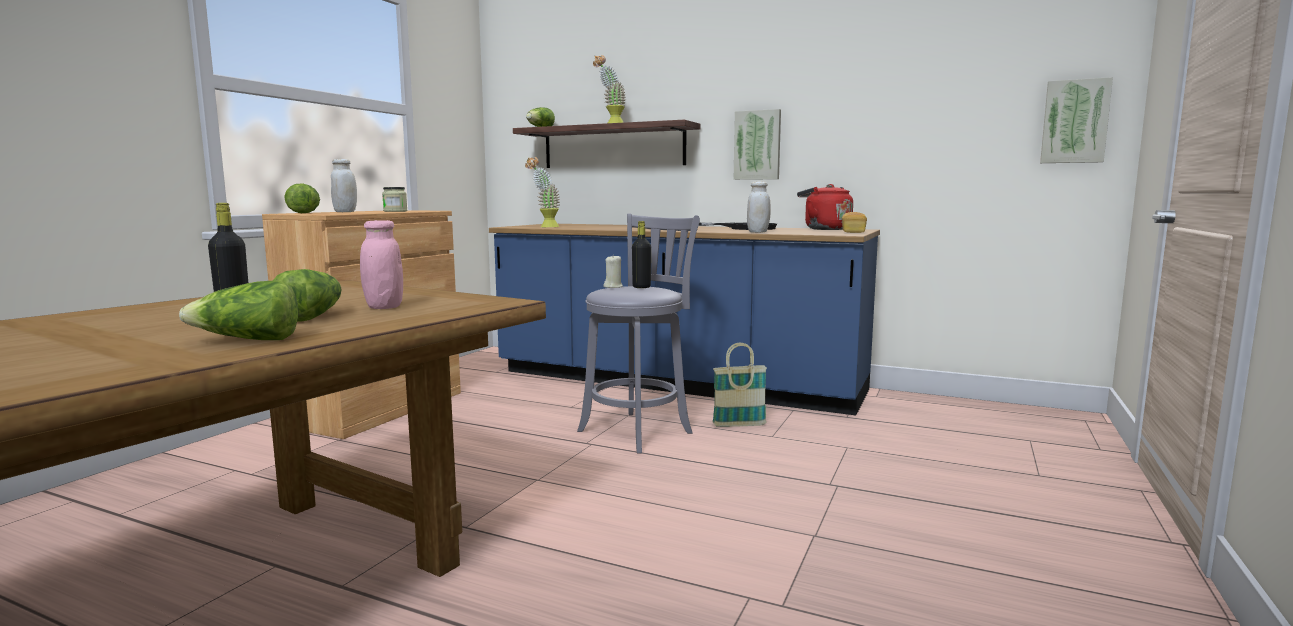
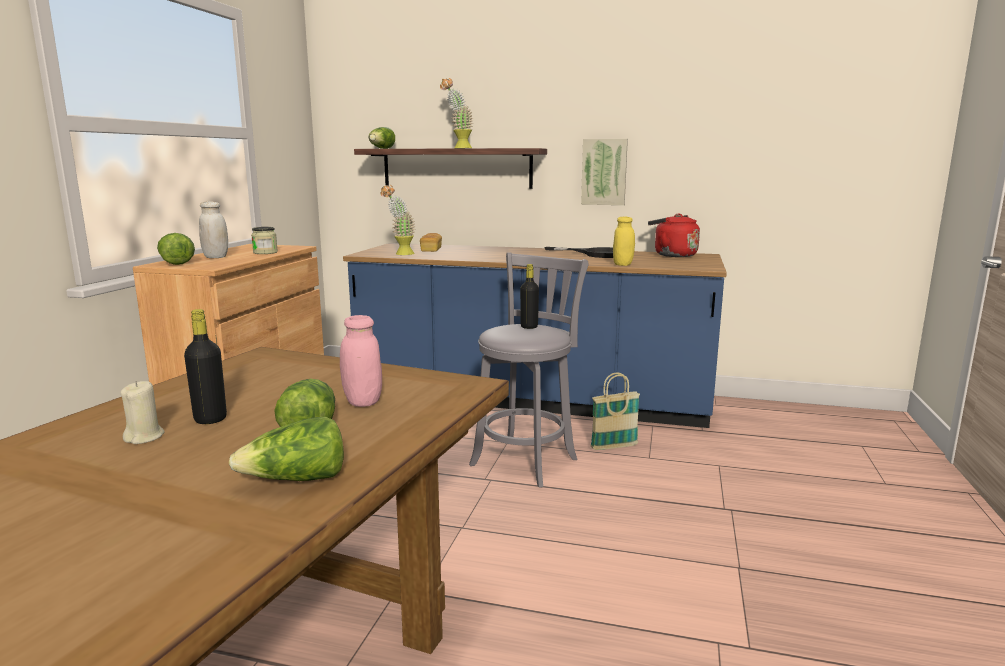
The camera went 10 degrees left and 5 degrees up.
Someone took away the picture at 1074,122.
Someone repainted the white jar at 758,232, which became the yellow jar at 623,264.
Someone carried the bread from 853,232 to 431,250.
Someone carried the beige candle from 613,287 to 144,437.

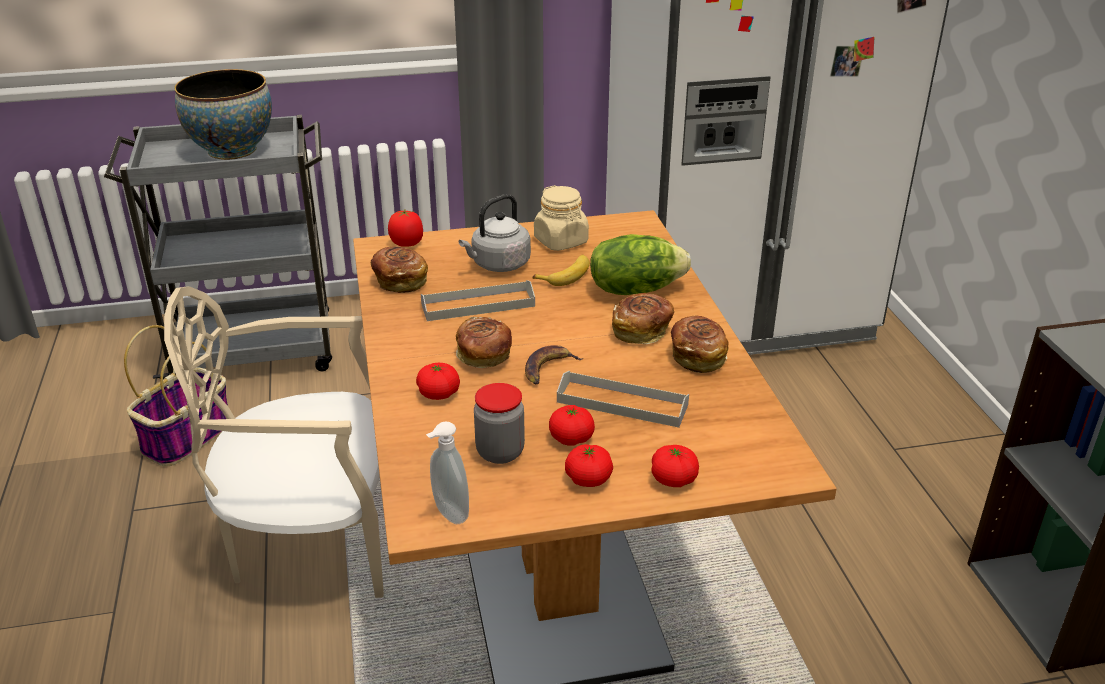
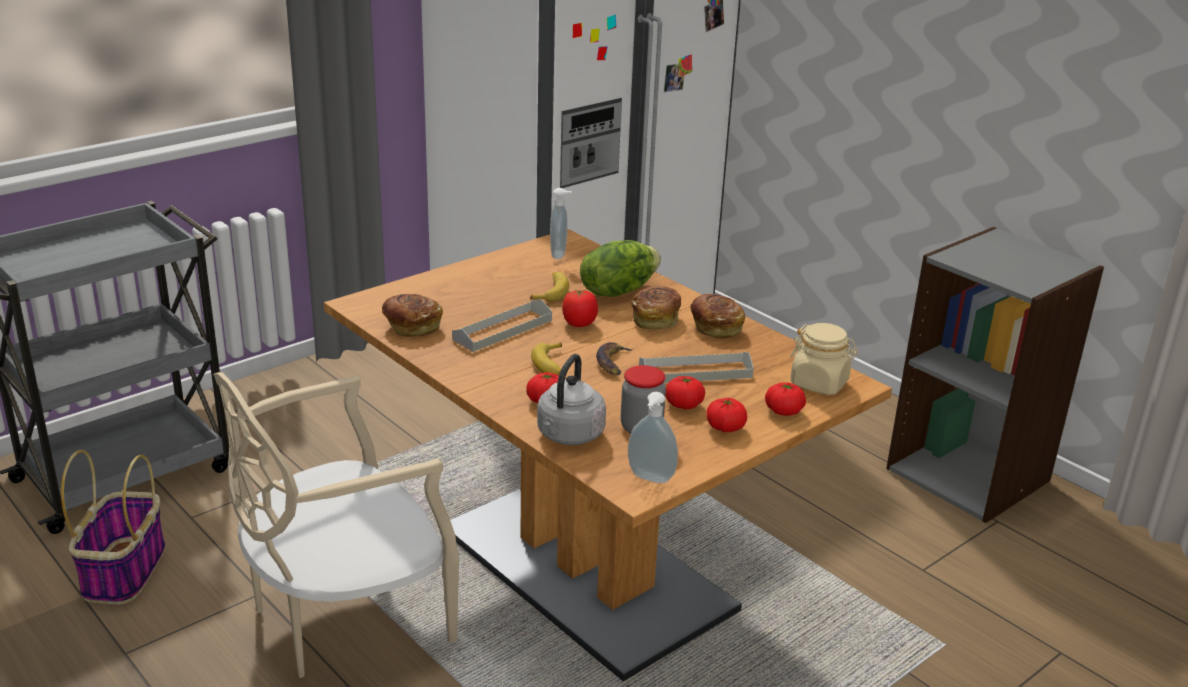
The camera went 30 degrees left and 5 degrees down.
Someone took away the bowl at 232,150.
Someone carried the beige jar from 561,241 to 819,383.
Someone carried the grey kettle from 498,265 to 569,436.
Someone carried the tomato from 407,243 to 579,324.
Someone swapped the bread at 484,356 for the banana at 552,366.
Someone put down the soap dispenser at 560,255.

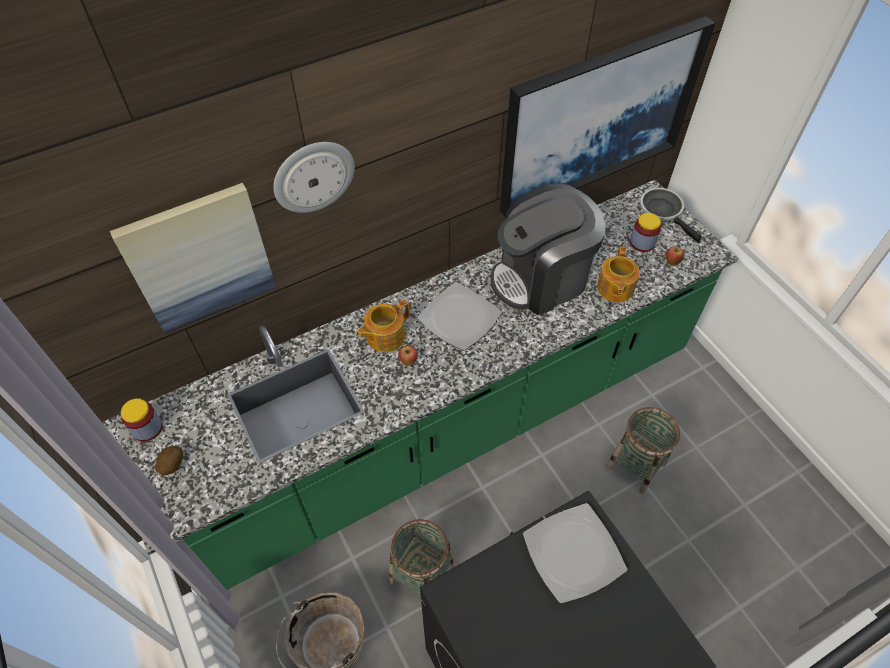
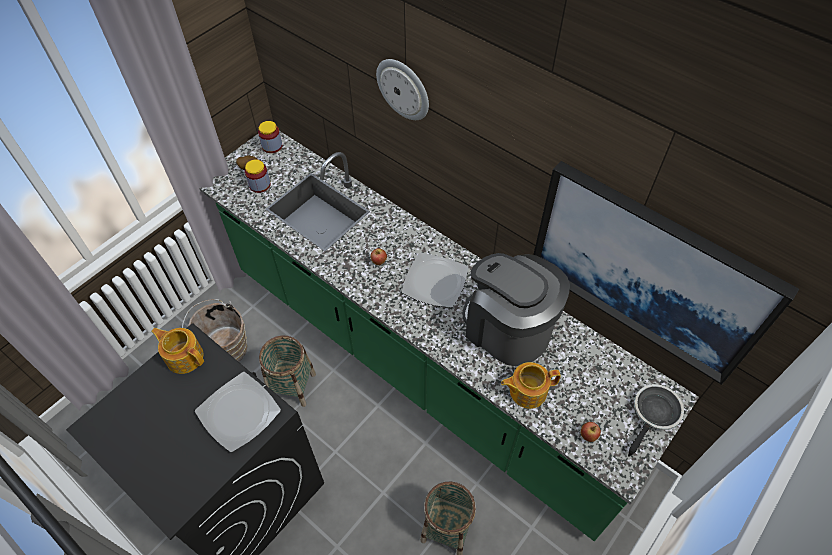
The camera went 70 degrees right and 0 degrees up.
Someone took away the picture at 200,258.
Someone carried the jar from 642,242 to 260,185.
Someone carried the teapot from 384,336 to 184,356.

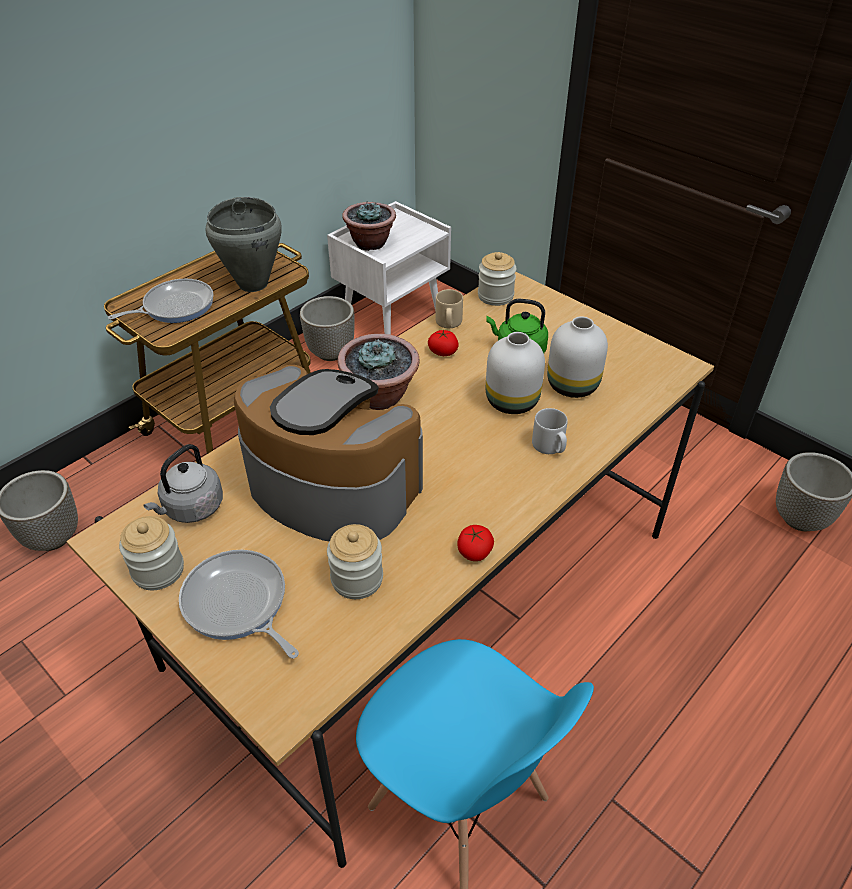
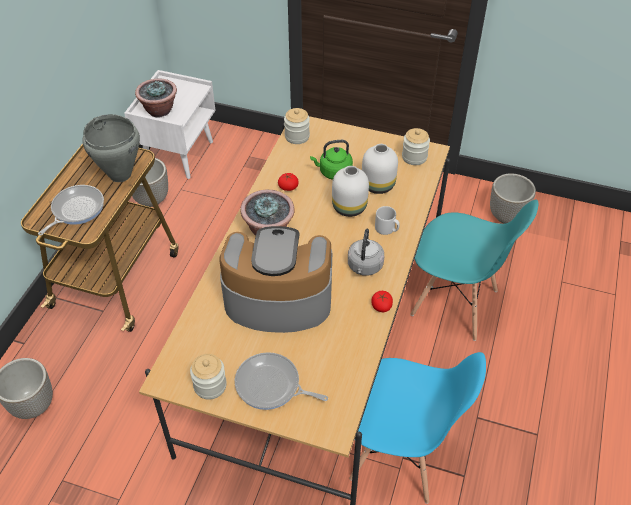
The camera went 25 degrees left and 5 degrees up.
Someone took away the beige mug at 448,323.
Someone carried the grey kettle from 191,508 to 364,267.
Someone carried the jar from 357,579 to 414,157.
Someone put down the turquoise chair at 455,304.

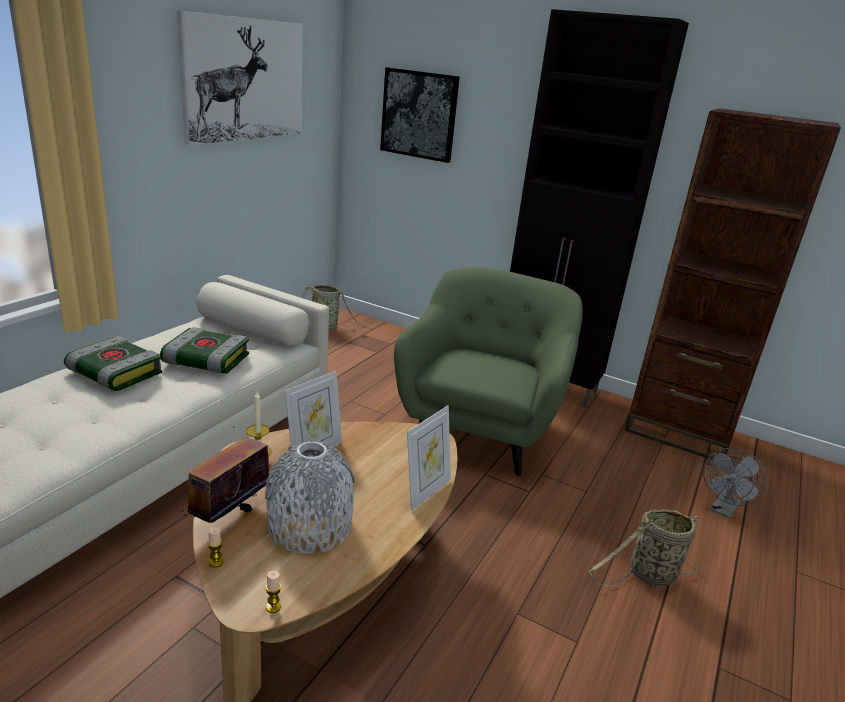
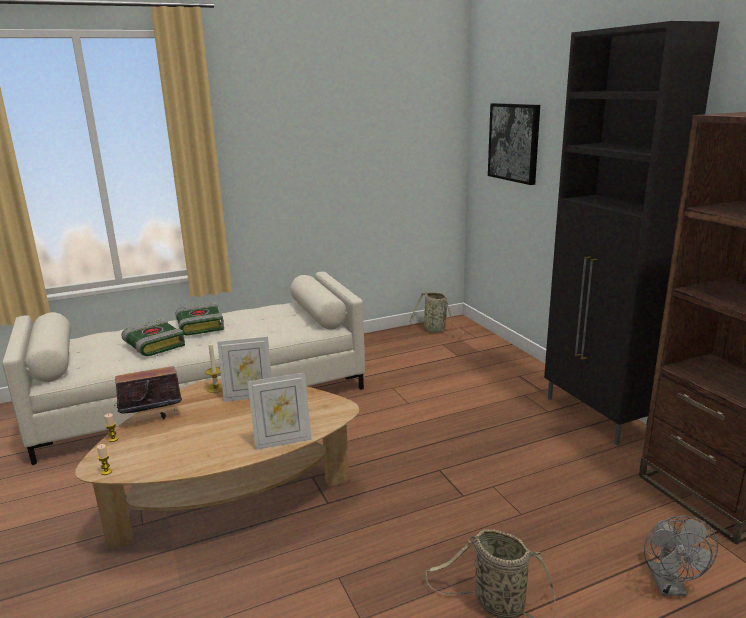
The camera went 40 degrees right and 5 degrees down.
Someone took away the picture at 245,80.
Someone took away the green armchair at 480,430.
Someone carried the book from 205,360 to 153,345.
Someone took away the grey vase at 309,525.
Someone rotated the grey fan at 723,510 by 75 degrees counterclockwise.

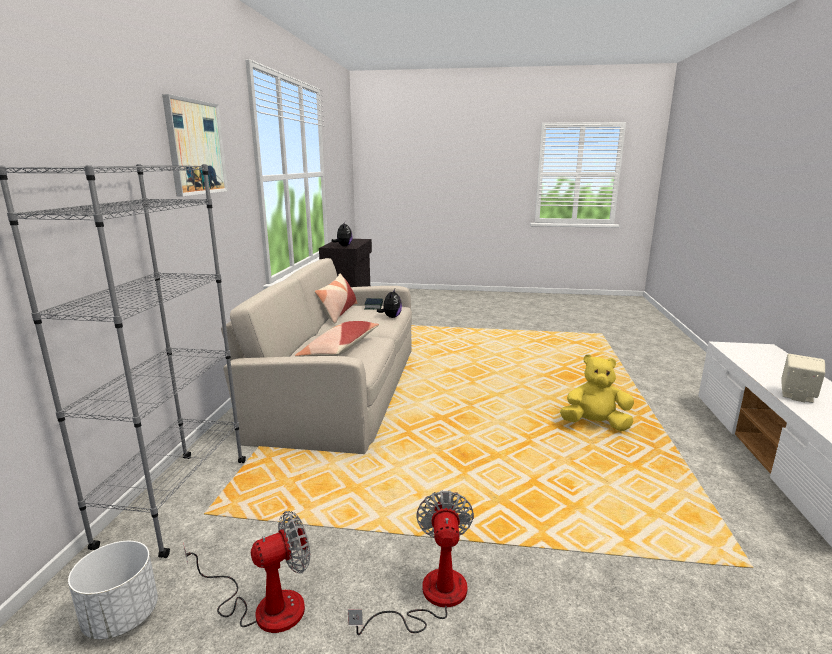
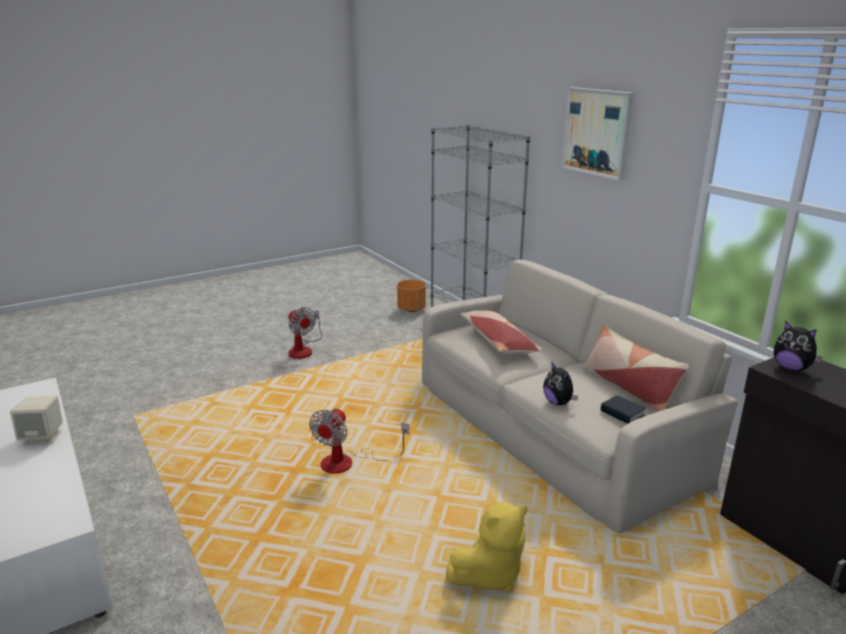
The camera went 140 degrees right and 5 degrees up.
Someone carried the yellow plush toy from 595,424 to 490,574.
Someone carried the fan from 264,606 to 348,462.
Someone repainted the white planter at 121,617, which became the orange planter at 411,309.

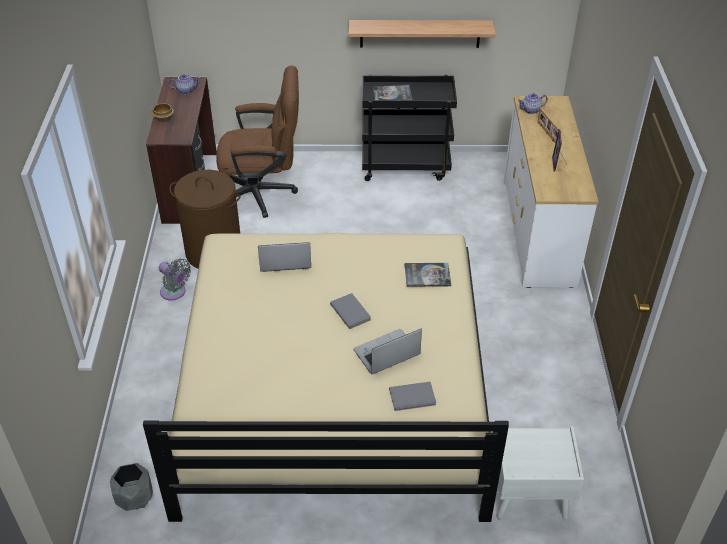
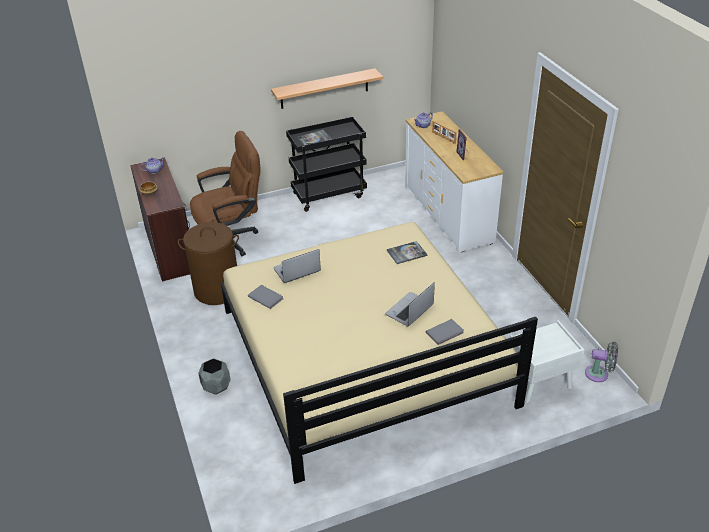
The camera went 20 degrees left and 5 degrees down.
Someone carried the grey fan from 175,292 to 599,374.
Someone carried the grey book from 351,311 to 266,297.
Someone carried the grey planter from 135,497 to 216,386.

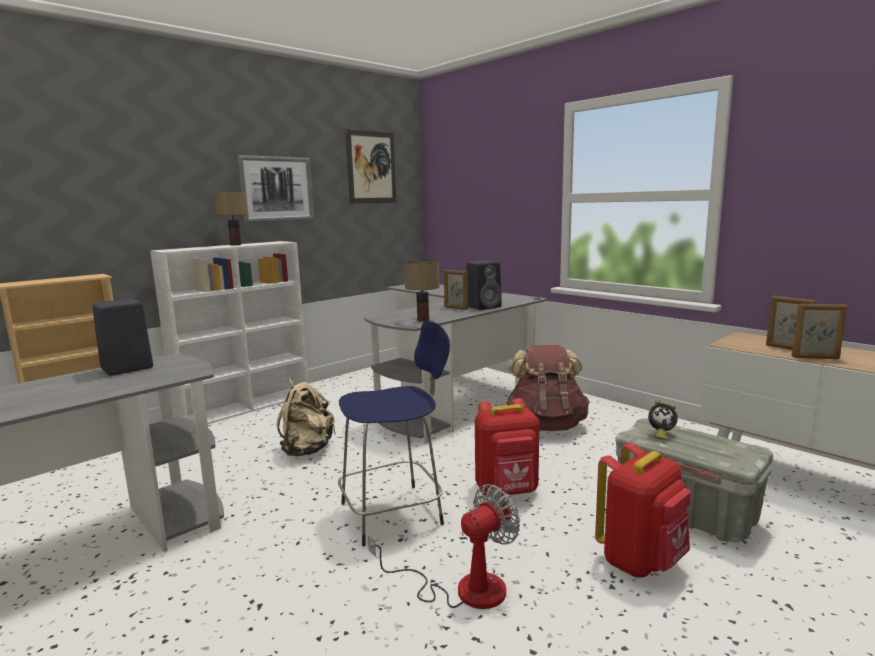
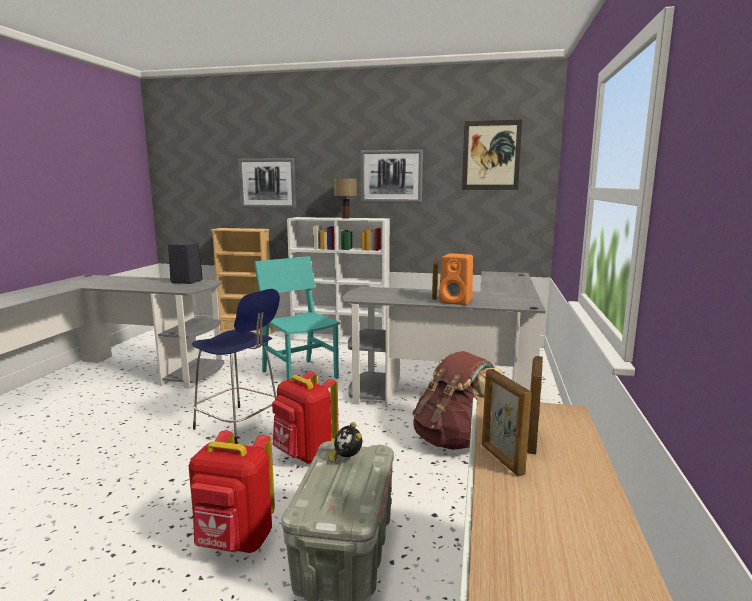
The camera went 55 degrees right and 0 degrees up.
Someone took away the table lamp at 422,320.
Someone repainted the black speaker at 484,307, which became the orange speaker at 457,301.
Someone swapped the beige backpack at 307,450 for the turquoise chair at 300,374.
Someone took away the fan at 463,589.
Someone put up the picture at 267,183.

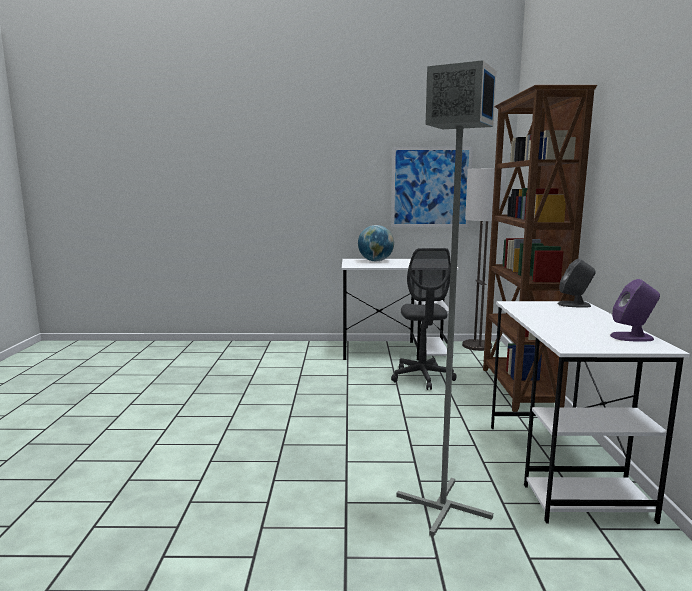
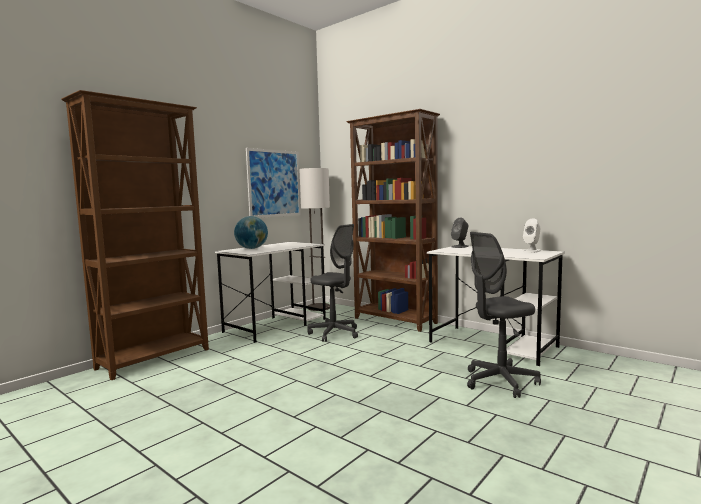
The camera went 50 degrees left and 5 degrees down.
Someone swapped the grey floor lamp at 441,506 for the grey office chair at 500,382.
Someone repainted the purple speaker at 632,337, which became the white speaker at 532,251.
Someone put down the brown bookcase at 155,359.

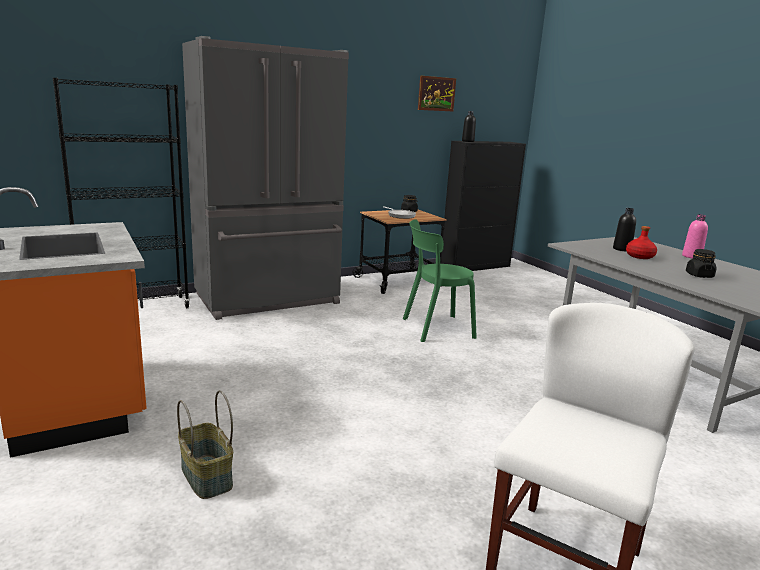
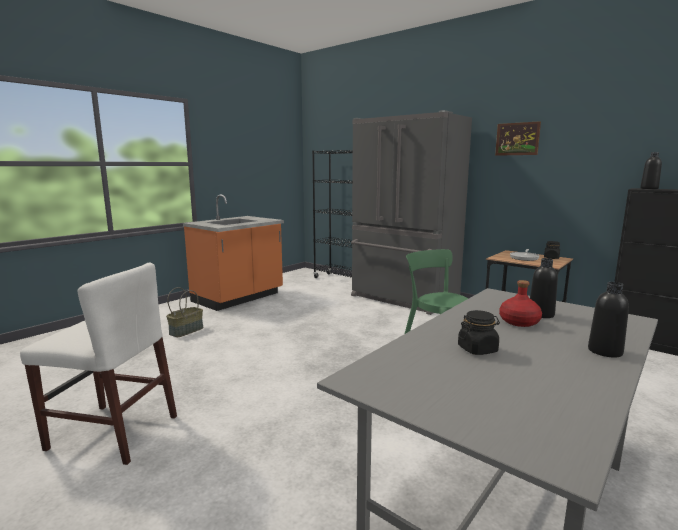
The camera went 70 degrees right and 5 degrees down.
Someone carried the picture from 436,93 to 517,139.
Someone repainted the pink bottle at 691,256, which became the black bottle at 605,351.

